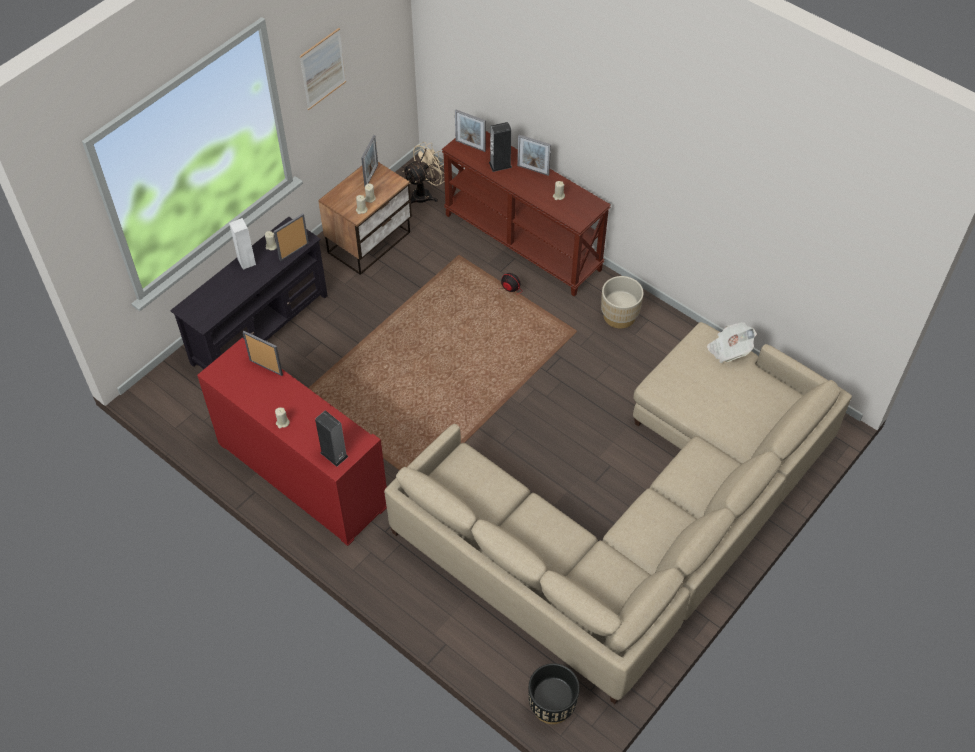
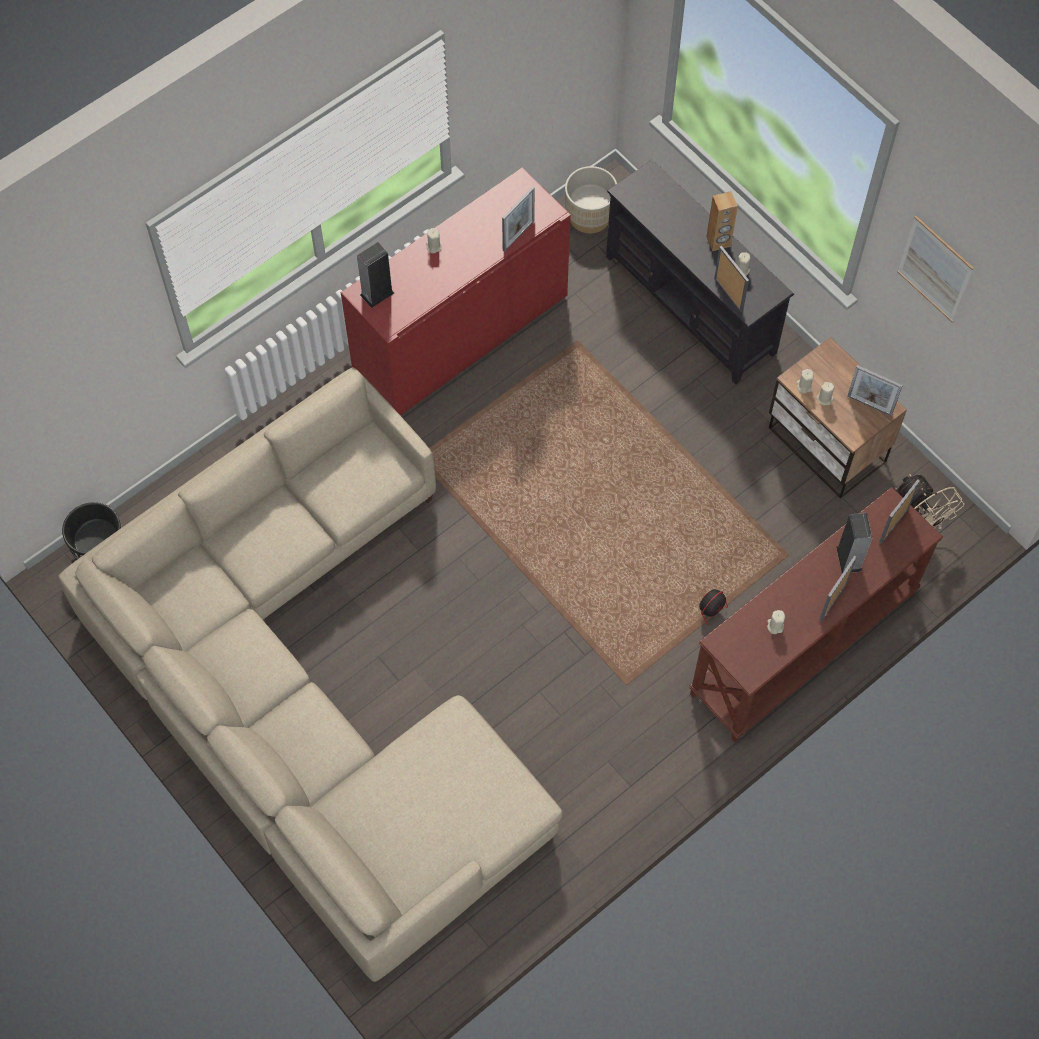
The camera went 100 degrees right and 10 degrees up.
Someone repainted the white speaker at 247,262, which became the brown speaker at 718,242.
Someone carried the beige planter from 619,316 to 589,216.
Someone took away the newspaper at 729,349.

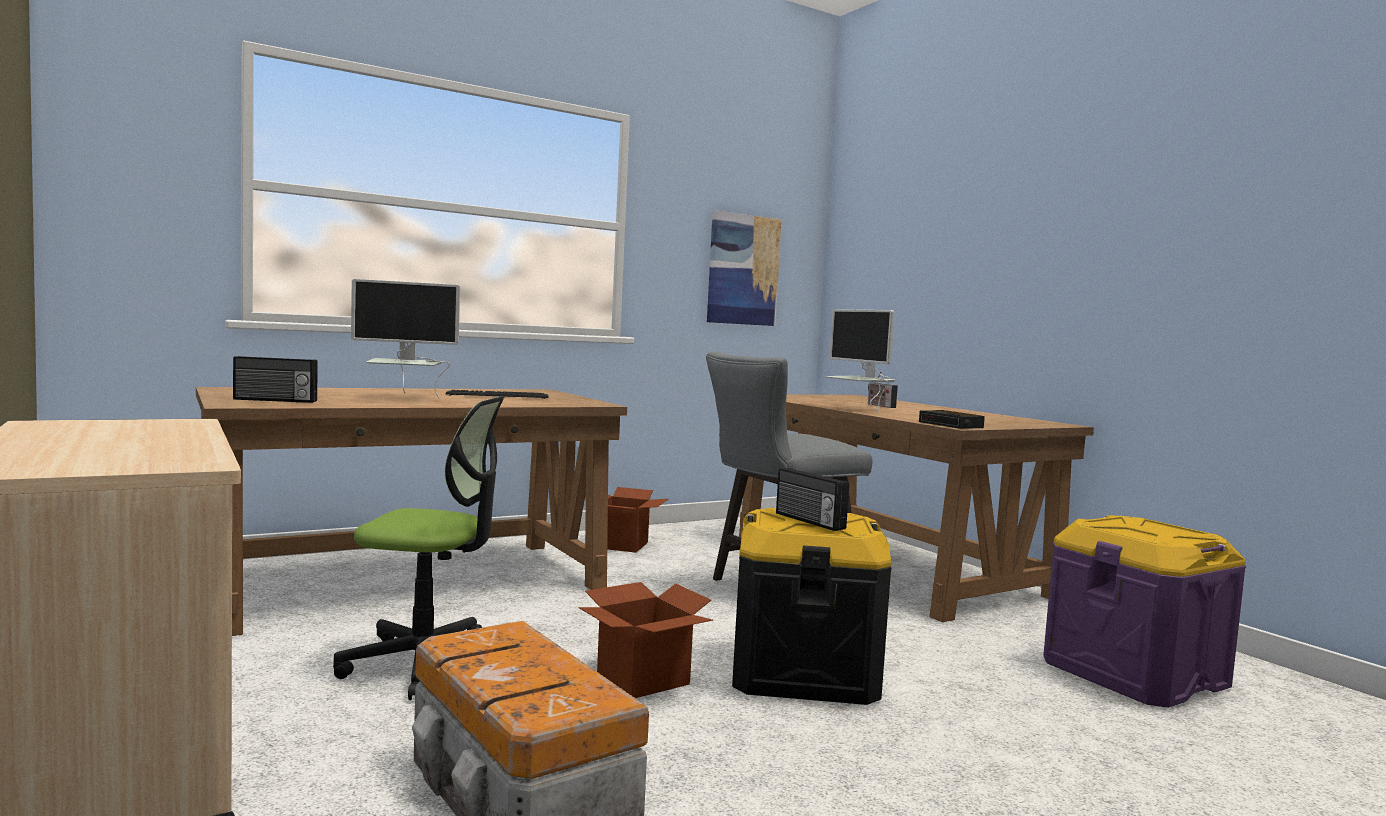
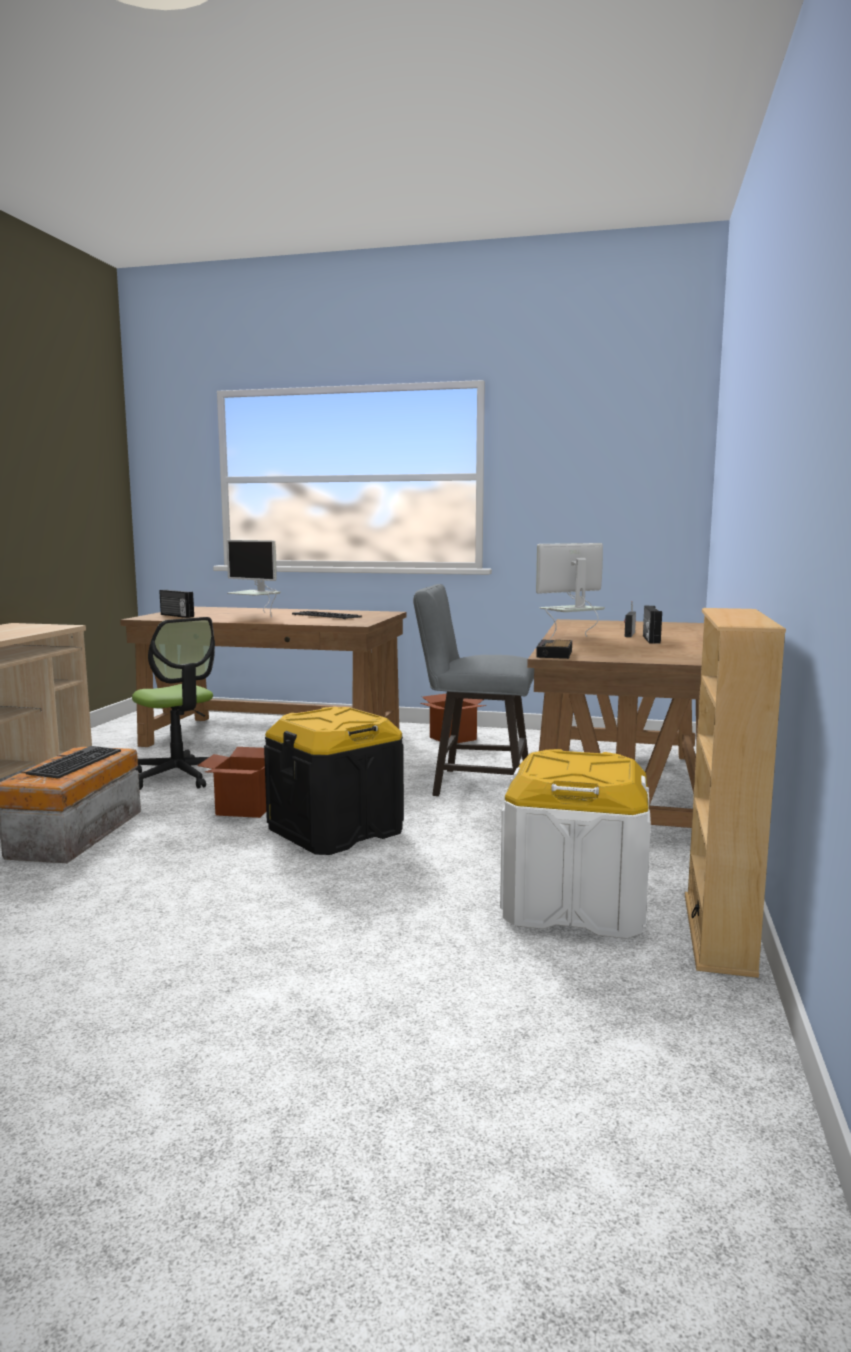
The camera went 45 degrees right and 5 degrees up.
Someone took away the picture at 743,270.
Someone rotated the monitor at 859,409 by 45 degrees clockwise.
Someone carried the radio from 808,521 to 650,639.
Someone repainted the purple storage box at 1134,673, which became the white storage box at 574,904.
Someone put down the beige bookcase at 718,933.
Someone put down the keyboard at 76,763.

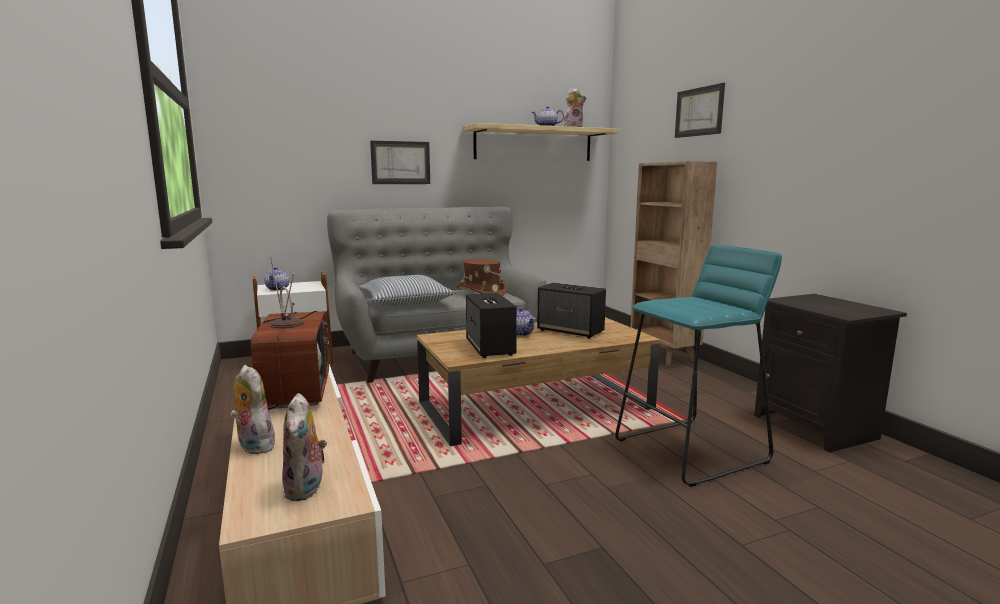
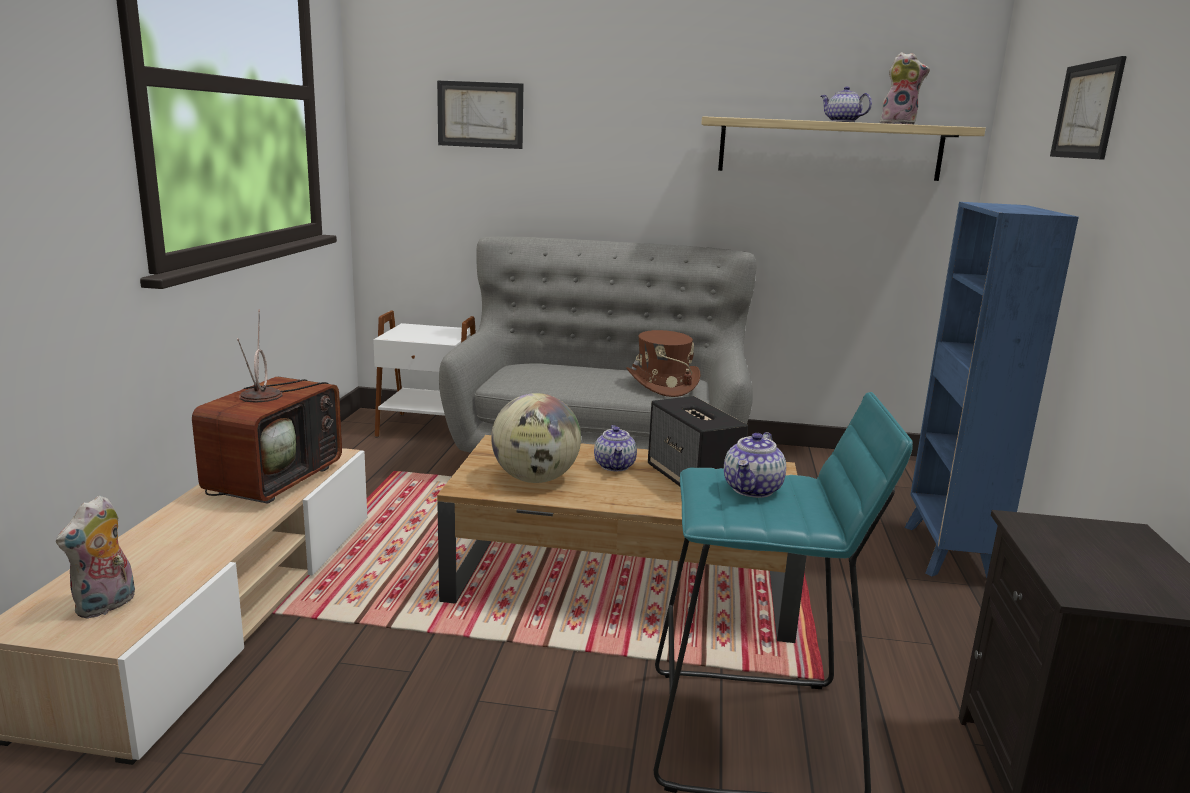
The camera went 30 degrees right and 5 degrees up.
Someone carried the picture from 400,162 to 480,114.
Someone repainted the brown bookcase at 663,355, which became the blue bookcase at 949,554.
Someone carried the teapot from 278,289 to 753,490.
Someone took away the pillow at 405,302.
Someone swapped the speaker at 490,348 for the globe at 535,479.
Someone took away the plush toy at 253,446.

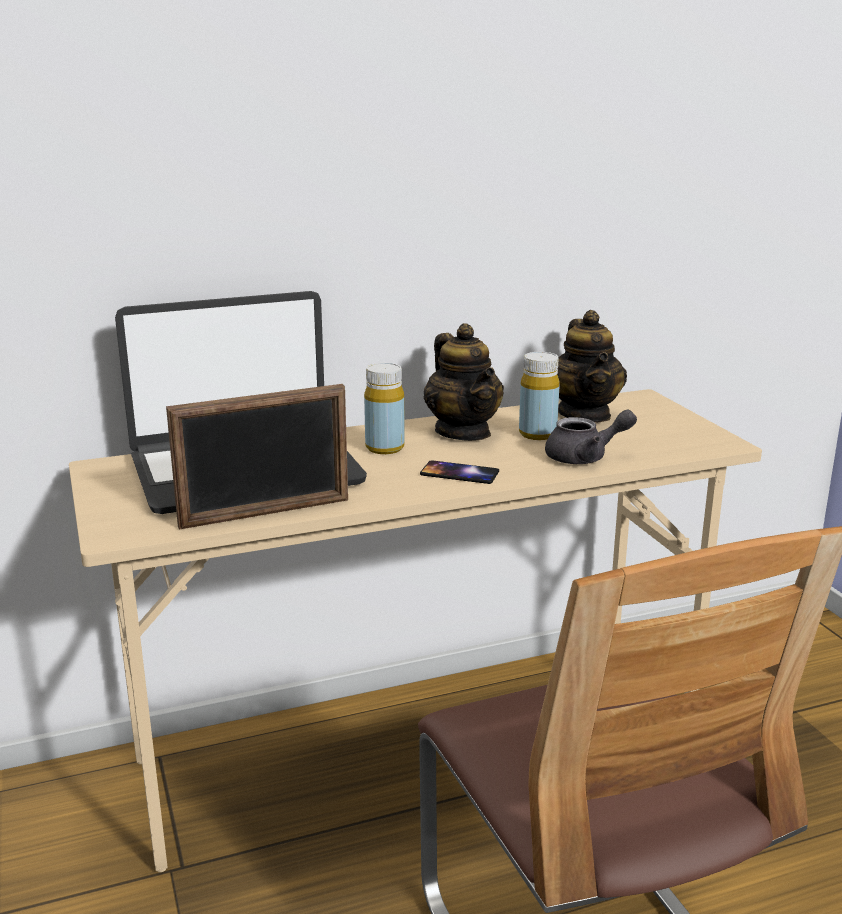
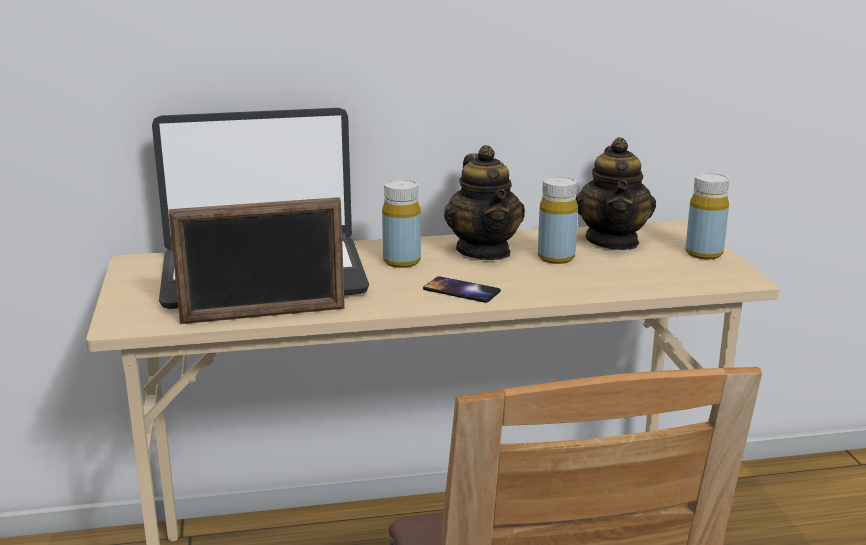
The camera went 10 degrees right and 0 degrees up.
Someone took away the grey teapot at 585,457.
Someone put down the yellow bottle at 704,253.

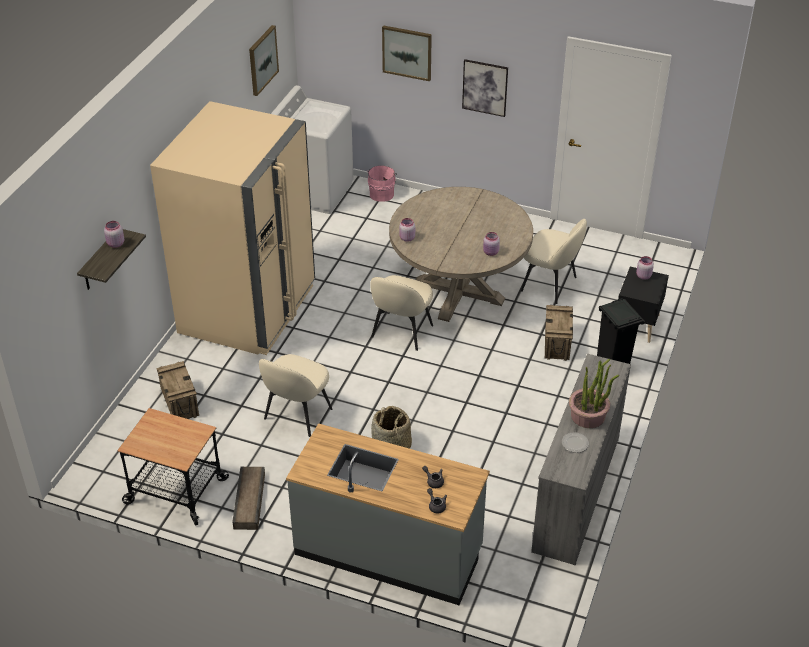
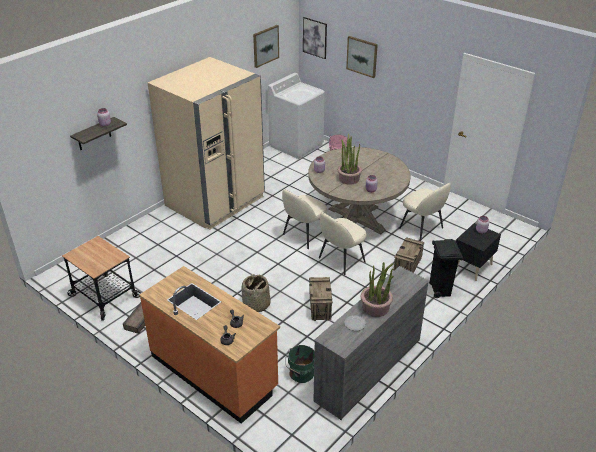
The camera went 20 degrees right and 5 degrees down.
Someone carried the picture from 485,87 to 315,37.
Someone carried the beige chair from 297,415 to 340,260.
Someone carried the crate from 179,402 to 319,306.
Someone repainted the grey counter at 389,551, which became the orange counter at 214,372.
Someone put down the potted plant at 349,178.
Someone put down the green bucket at 301,374.

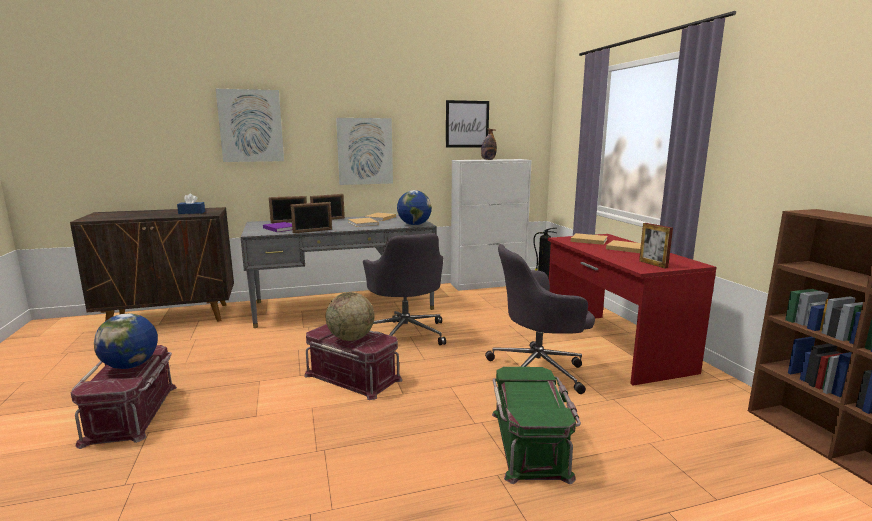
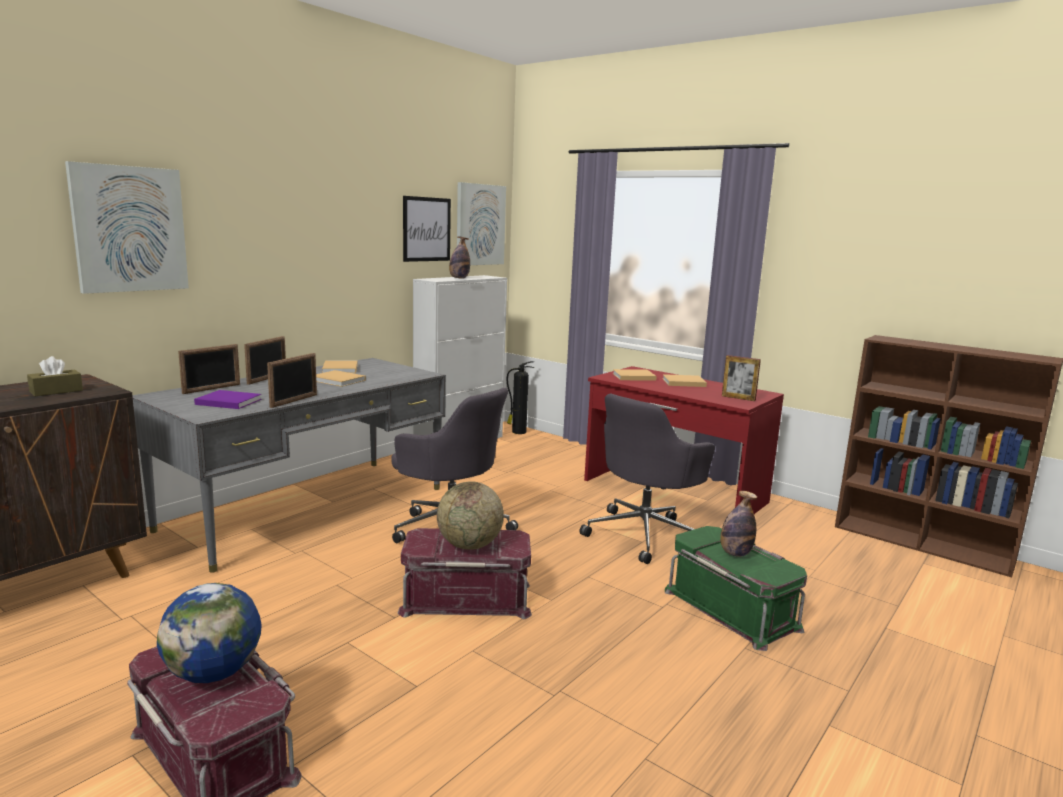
The camera went 35 degrees left and 0 degrees up.
Someone carried the picture from 365,151 to 480,225.
Someone took away the globe at 414,225.
Someone repainted the blue tissue box at 192,212, which became the brown tissue box at 56,391.
Someone put down the bottle at 735,553.

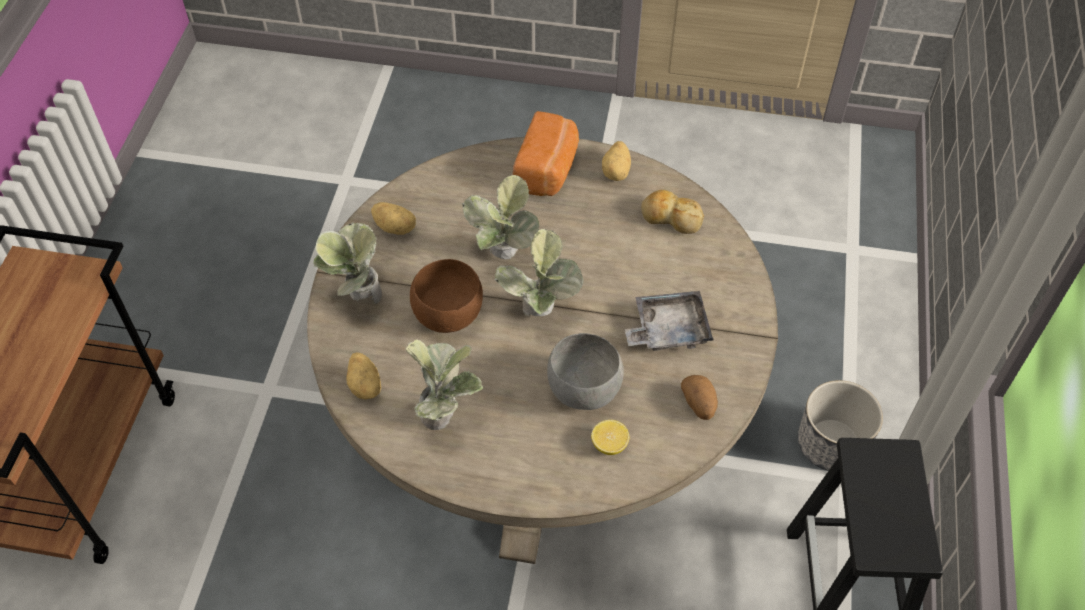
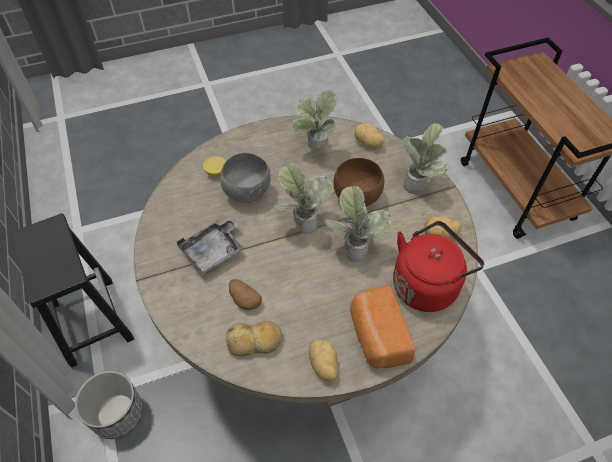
The camera went 150 degrees right and 0 degrees up.
Someone carried the potato from 699,404 to 244,299.
Someone put down the red kettle at 427,284.

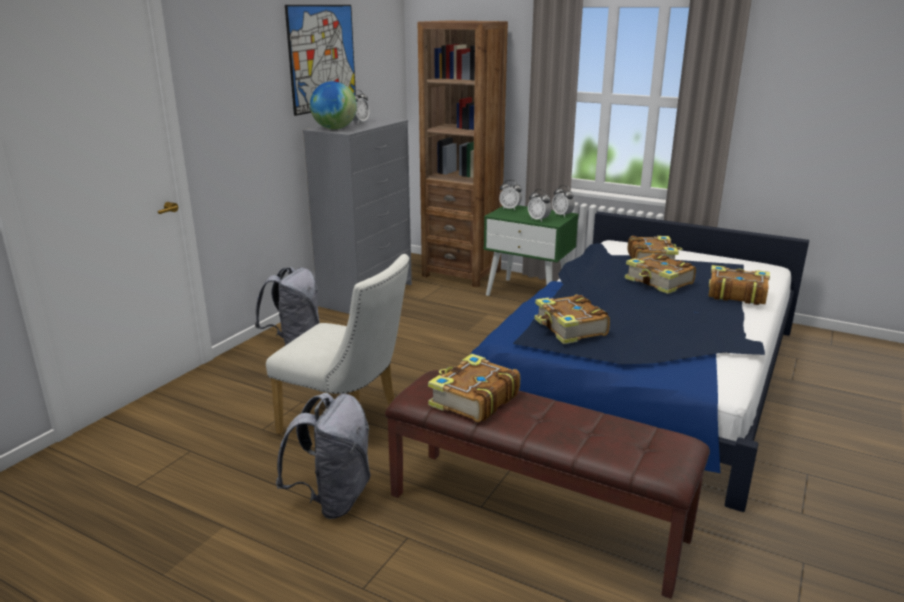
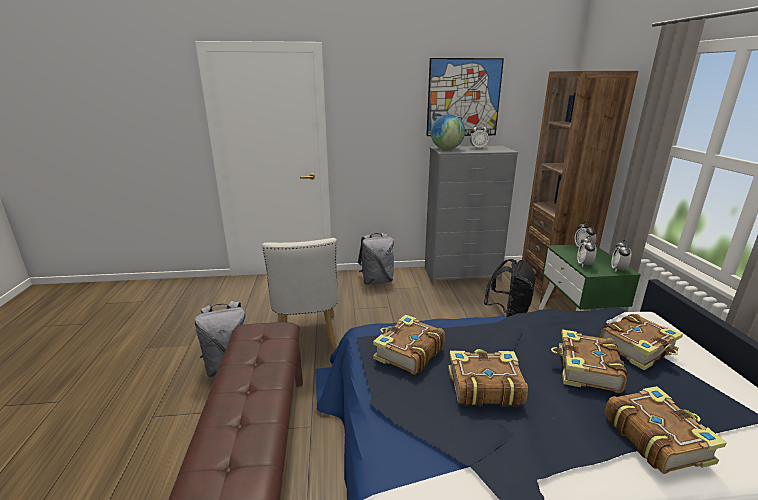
The camera went 55 degrees right and 0 degrees up.
Someone carried the book from 473,400 to 483,386.
Someone put down the black backpack at 508,315.

